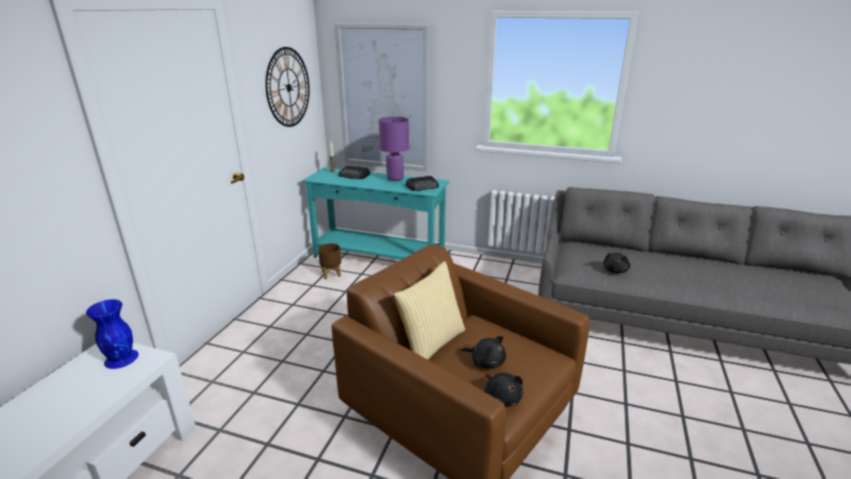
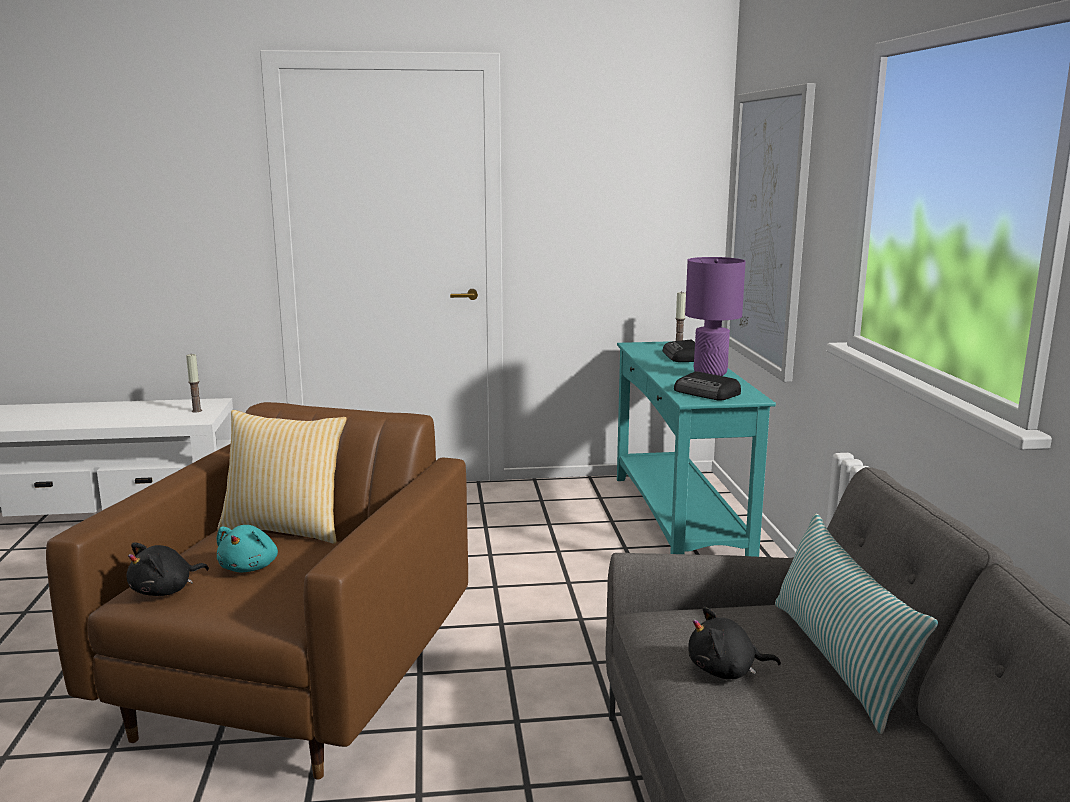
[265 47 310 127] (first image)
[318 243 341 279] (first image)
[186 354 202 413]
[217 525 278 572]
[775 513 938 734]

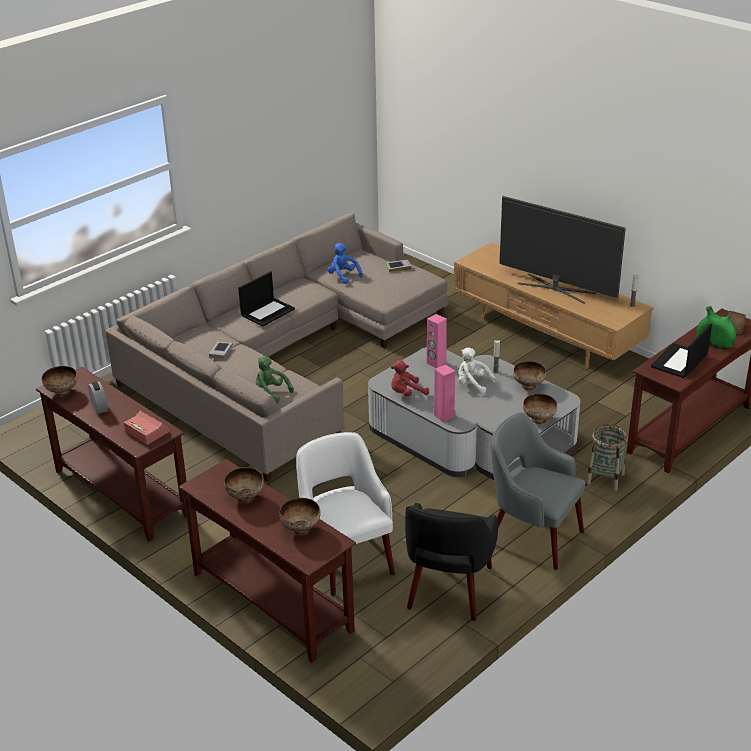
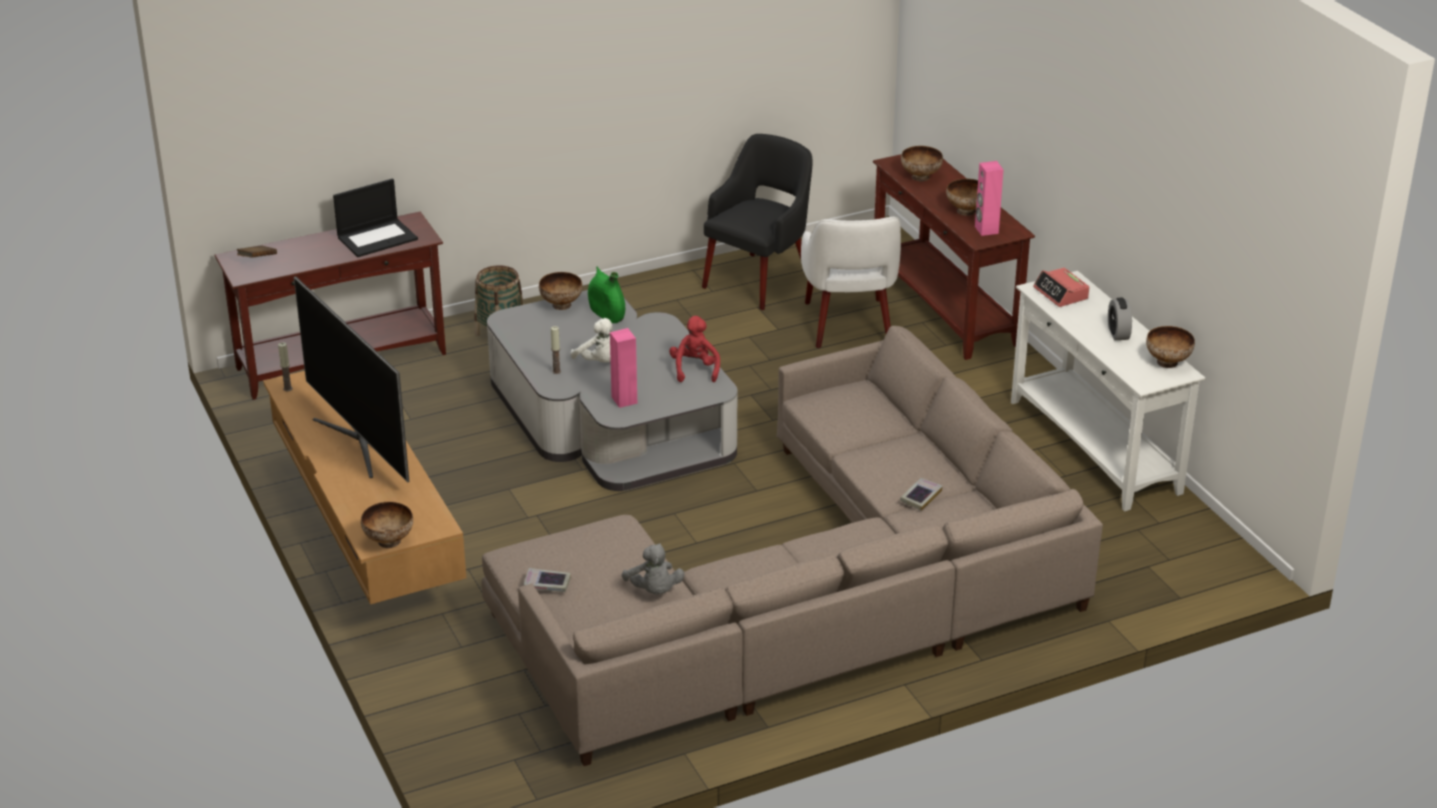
[622 543 685 594]
[238 271 295 326] (first image)
[588 266 625 323]
[256 356 294 403] (first image)
[669 316 720 382]
[361 502 413 548]
[975 161 1004 236]
[1011 271 1205 512]
[491 413 585 570] (first image)

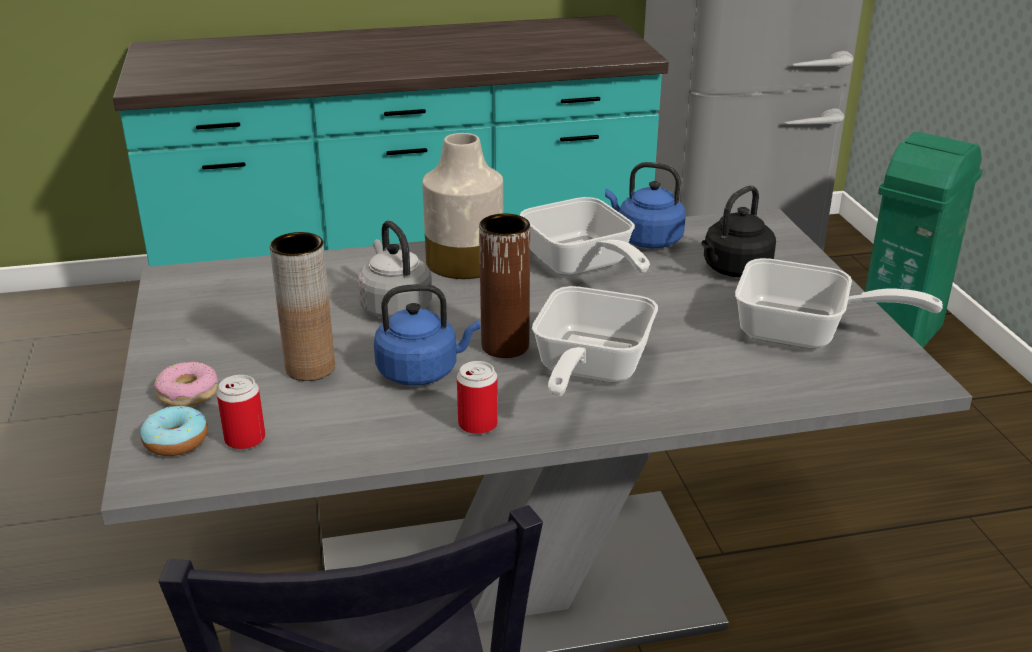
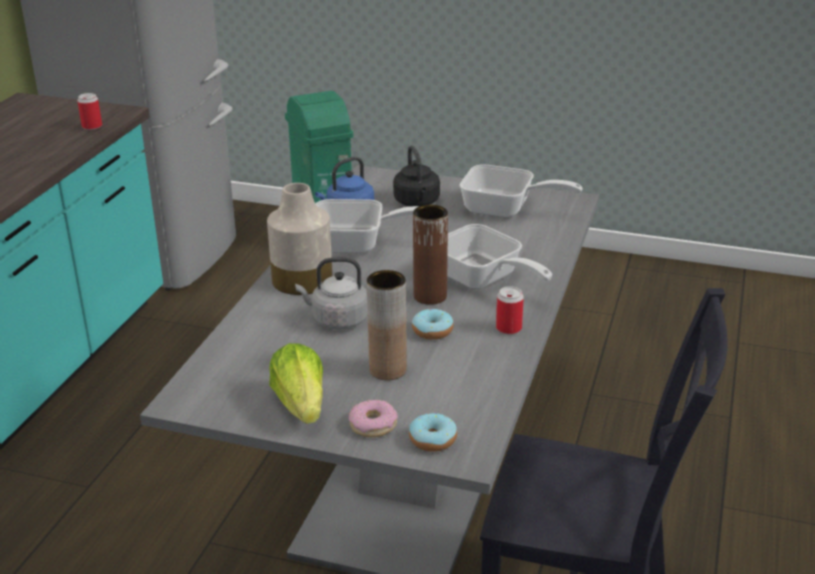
[459 164 583 218]
[412 309 454 340]
[77 93 102 130]
[269 343 323 424]

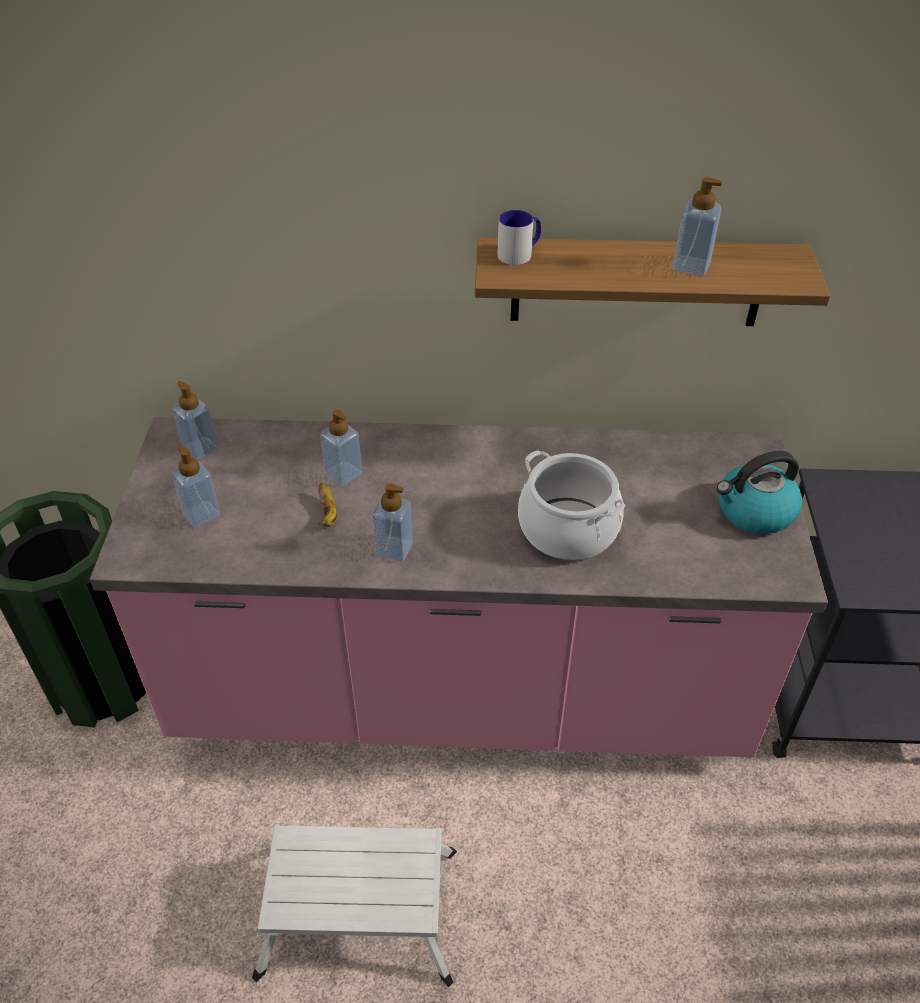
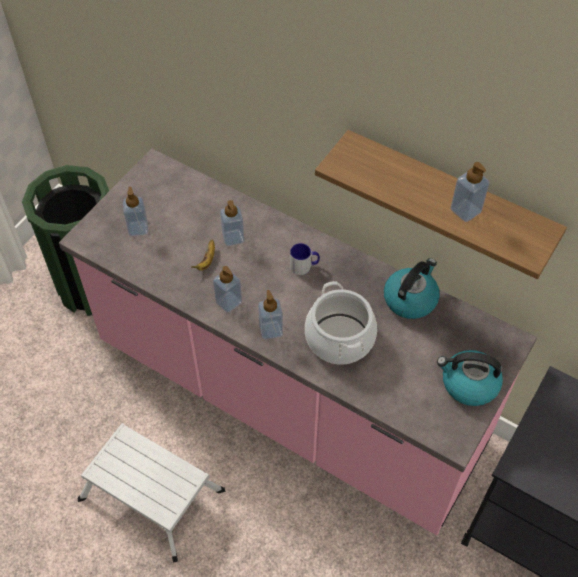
[290 243 320 275]
[258 290 283 340]
[384 258 440 319]

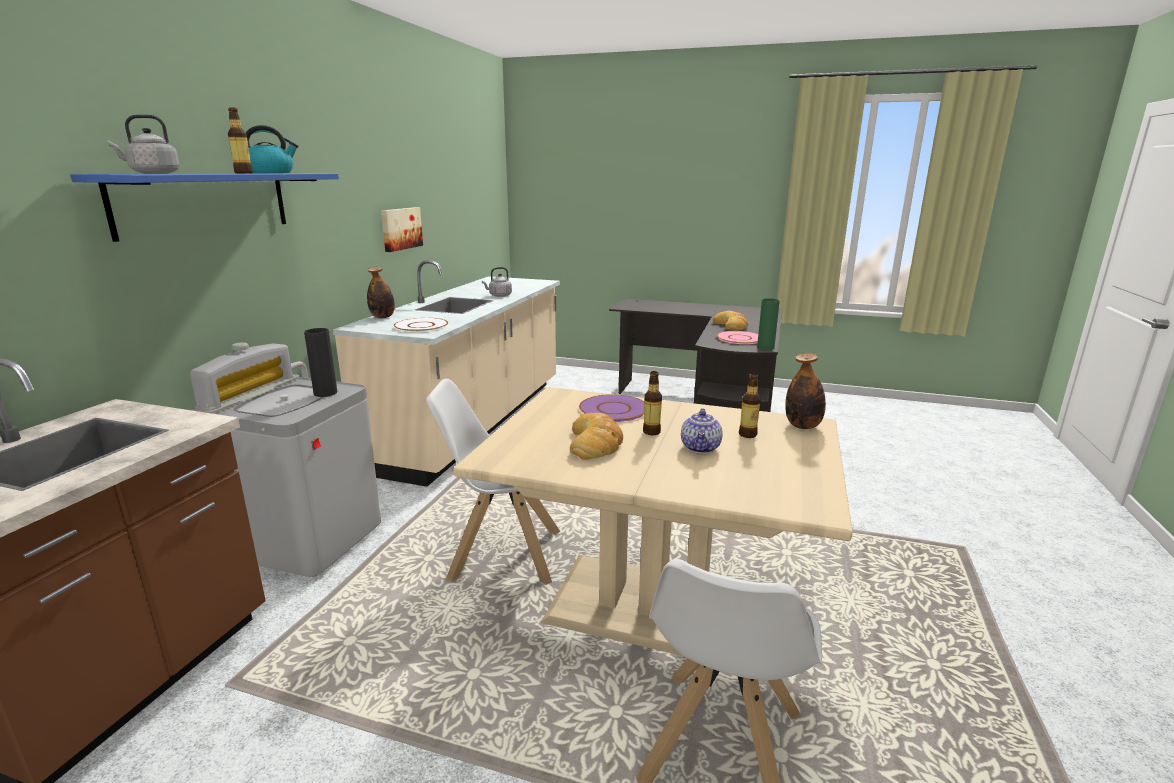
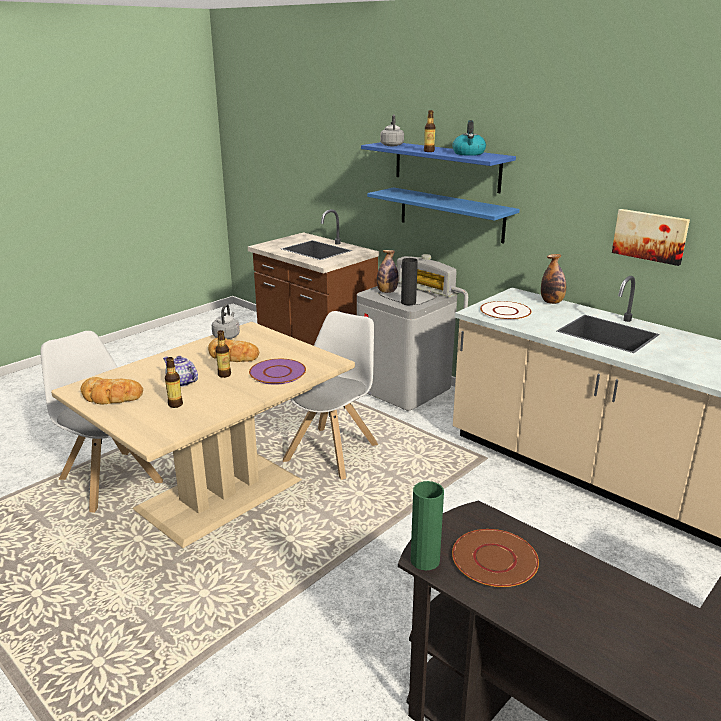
[212 304 240 339]
[81 377 143 405]
[452 529 539 587]
[377 250 399 293]
[367 187 520 244]

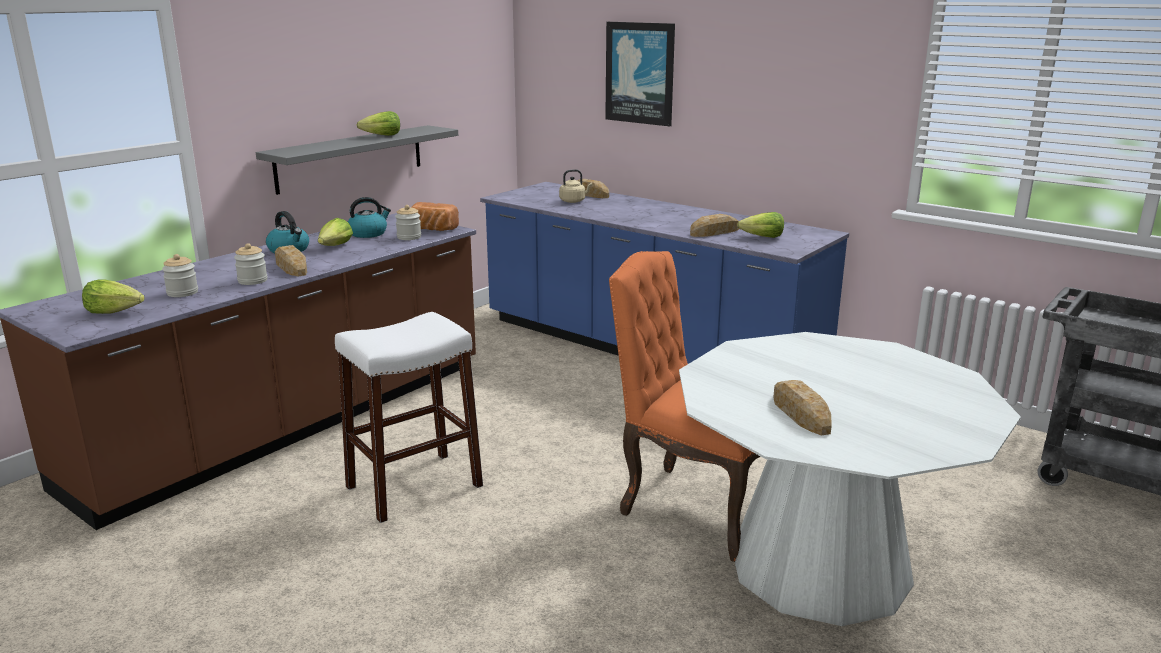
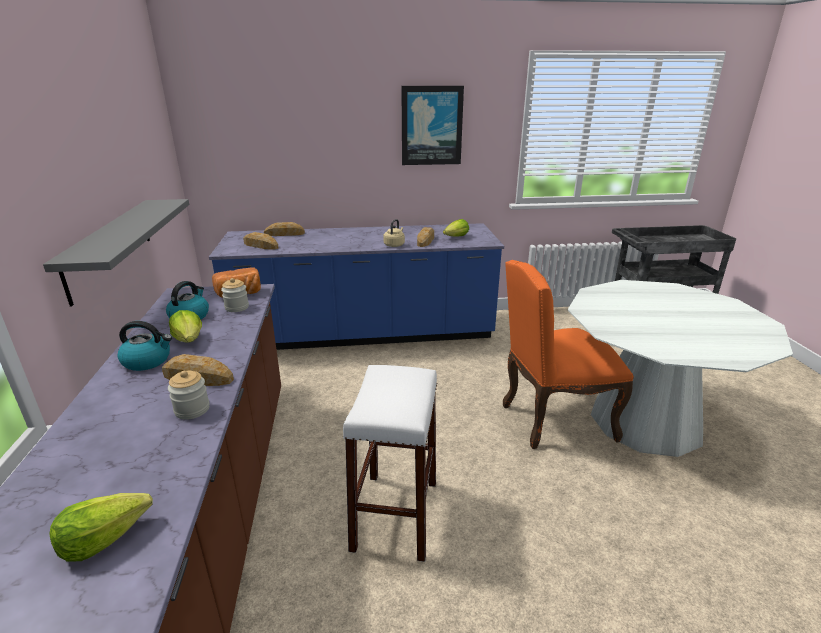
[401 86 464 165]
[357 111 400 136] (first image)
[383 219 405 247]
[162 254 198 297] (first image)
[243 232 278 249]

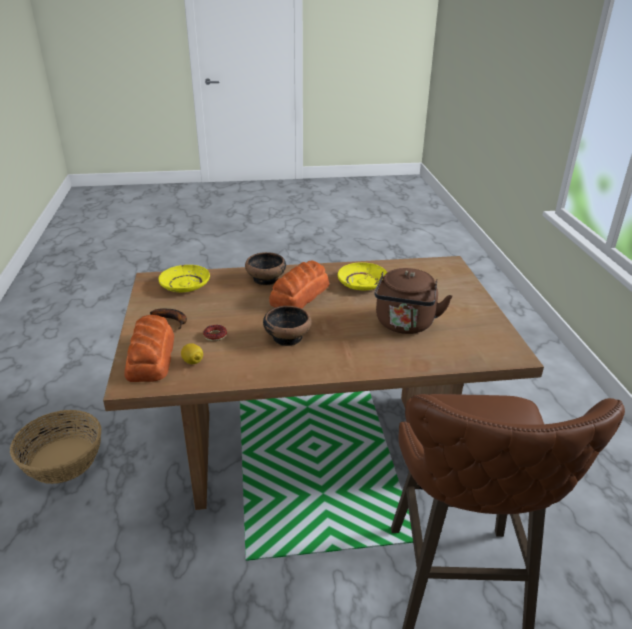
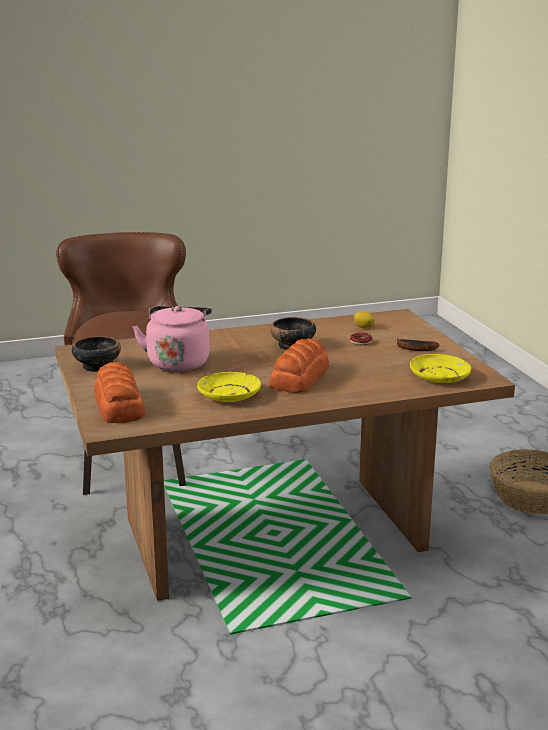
[72 336 121 372]
[133 306 212 372]
[94 362 146 423]

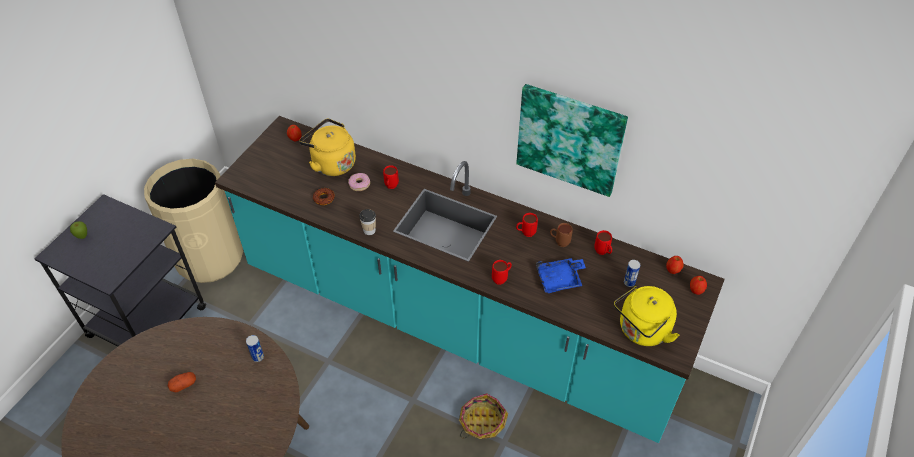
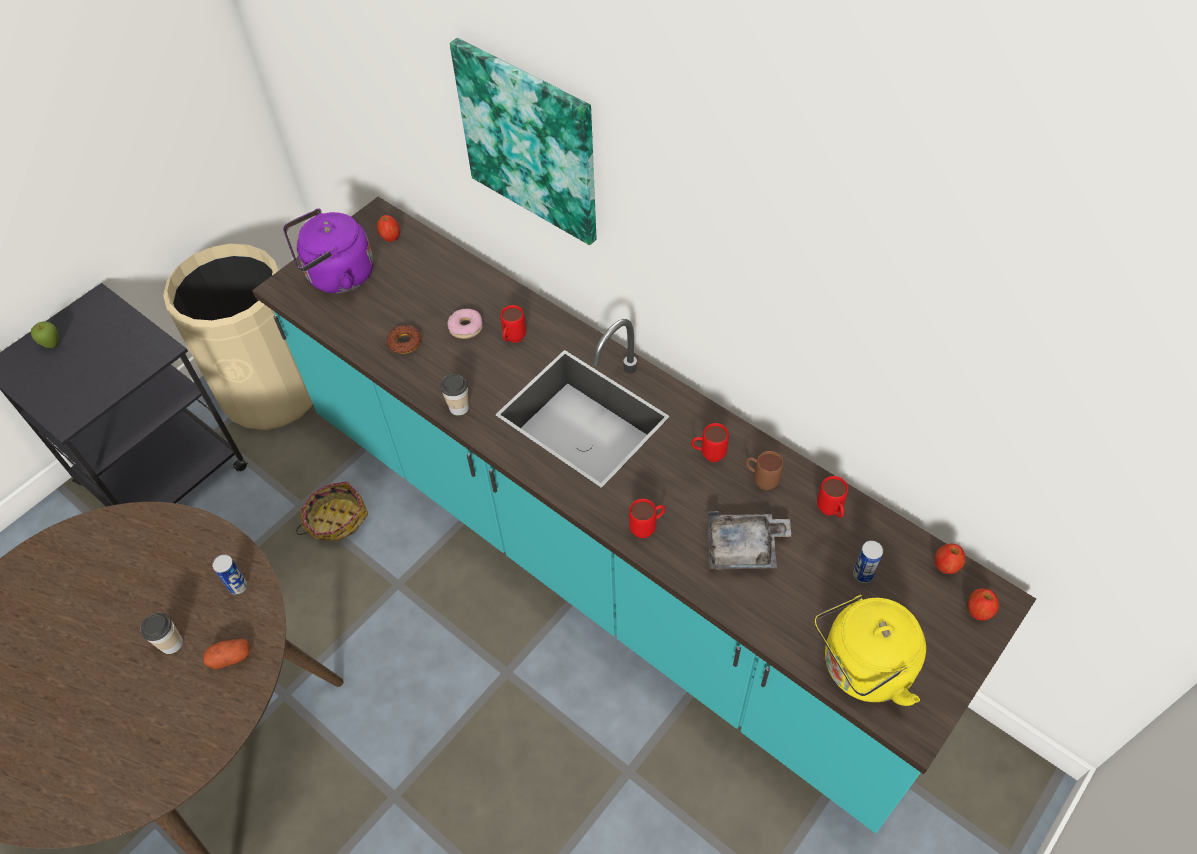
[450 38 596 245]
[299 118 356 176] (first image)
[707 511 792 569]
[203 639 250 669]
[296 481 368 541]
[283 208 373 293]
[140 613 183 654]

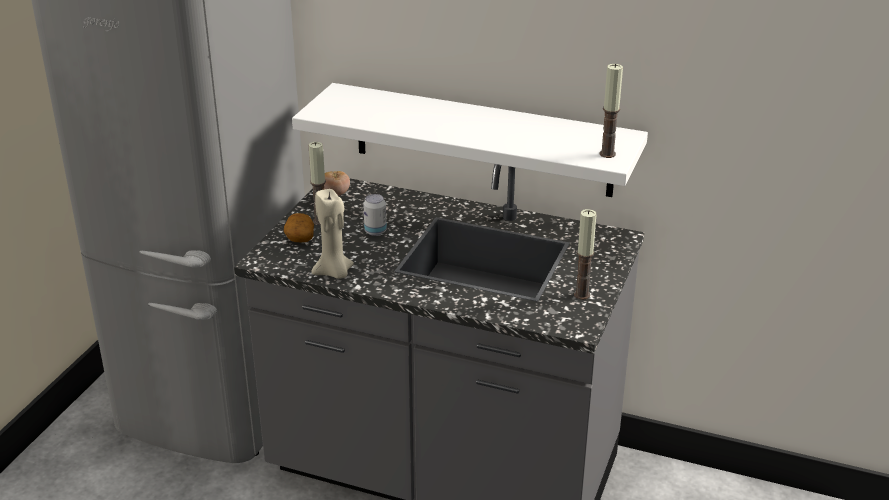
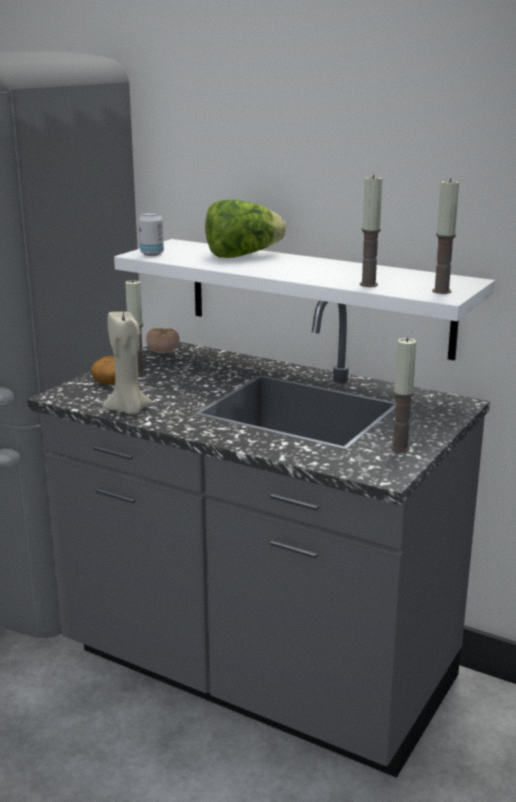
[139 212 164 256]
[360 175 382 287]
[205 200 286 258]

